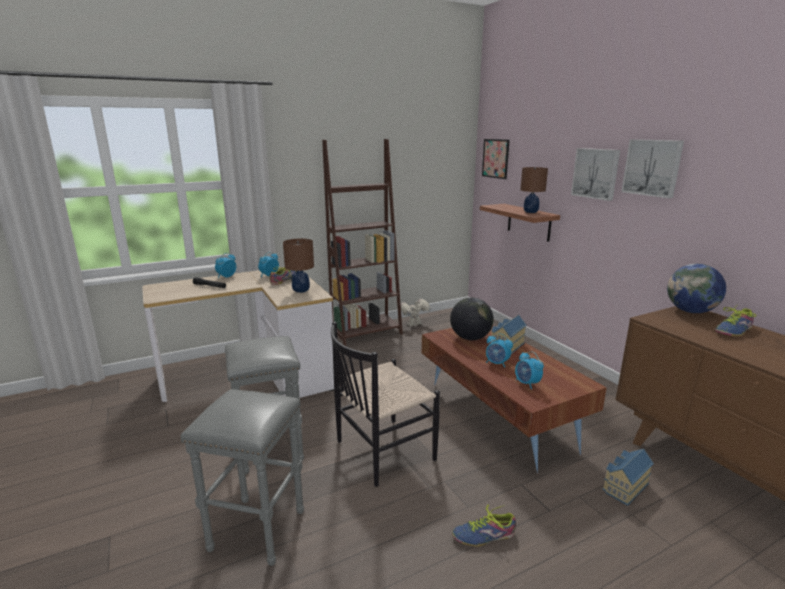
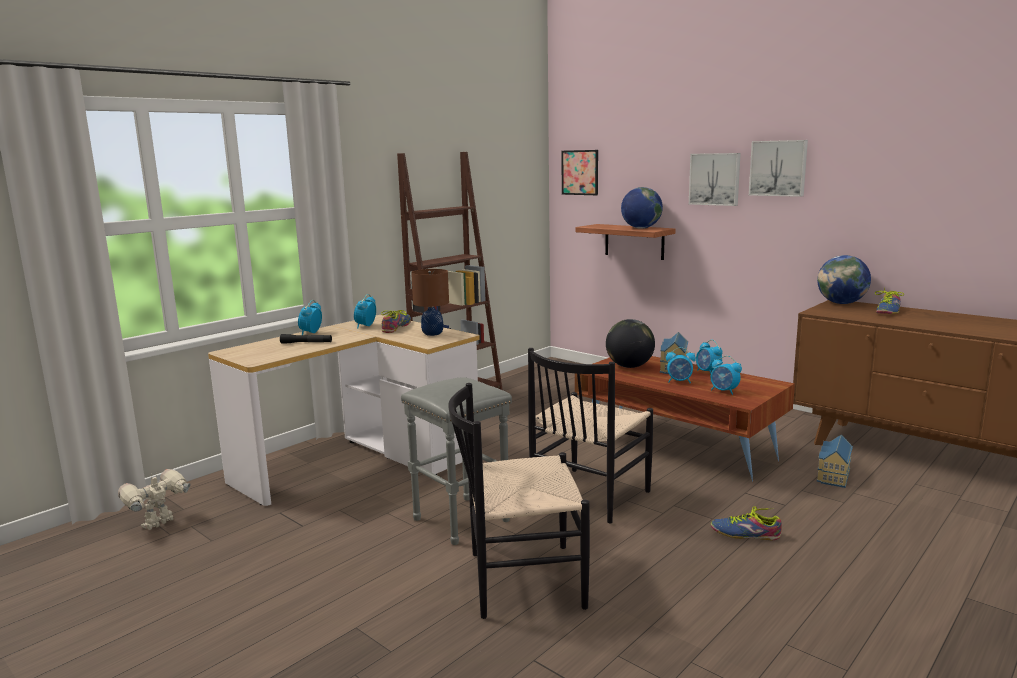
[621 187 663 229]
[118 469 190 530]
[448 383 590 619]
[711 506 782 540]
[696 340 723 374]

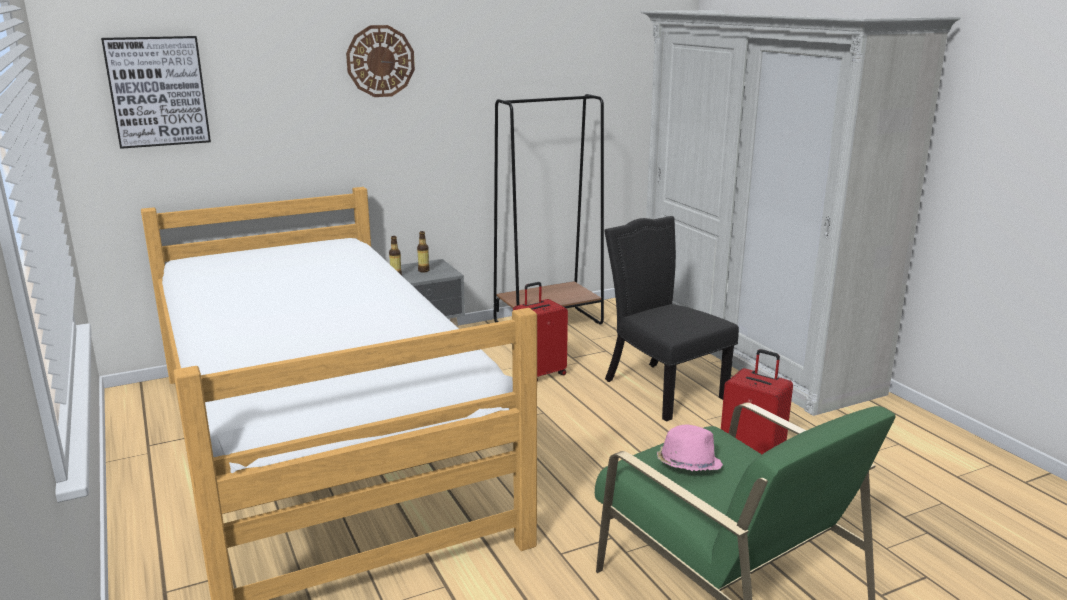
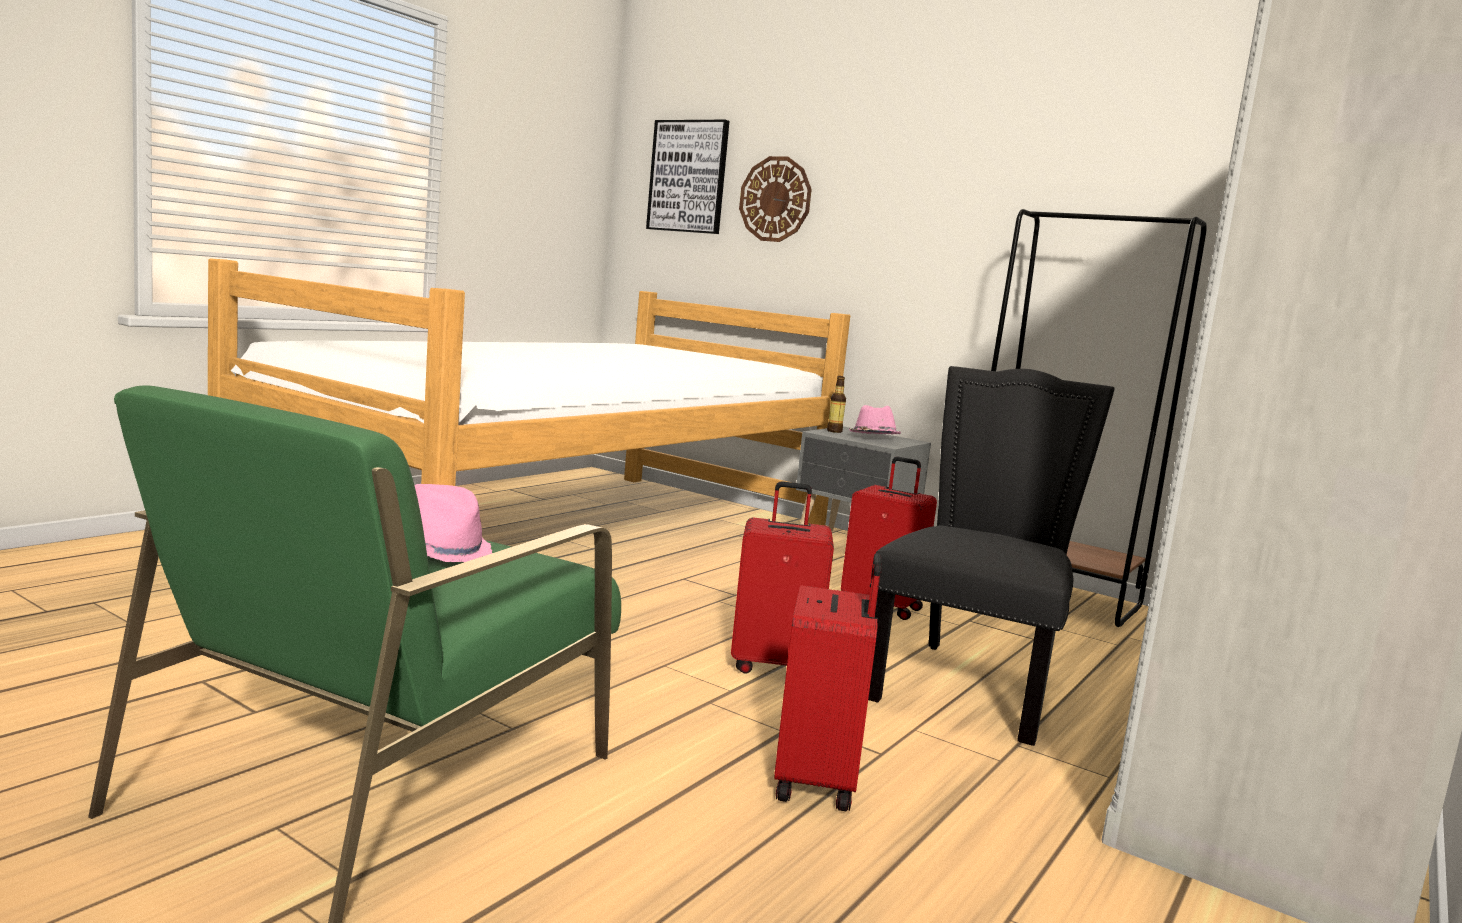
[739 156 812 242]
[849 405 901 435]
[731 481 834 674]

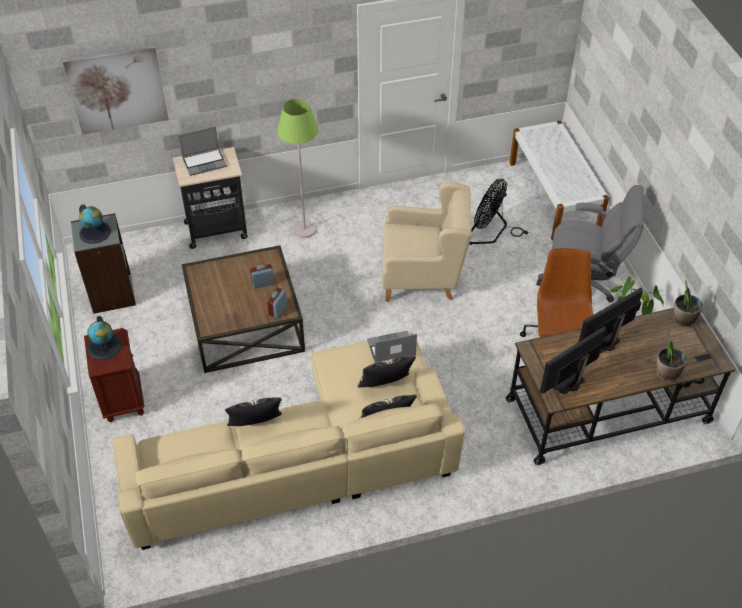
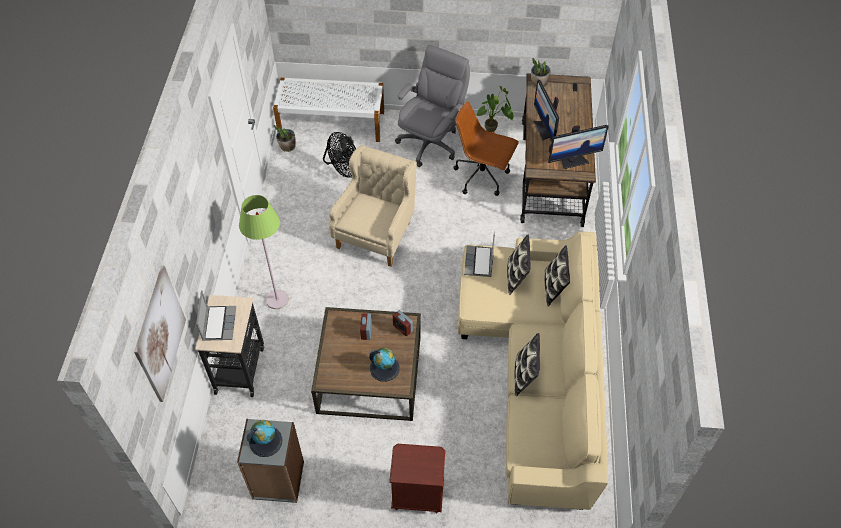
[369 348 400 382]
[548 125 609 169]
[274 125 296 152]

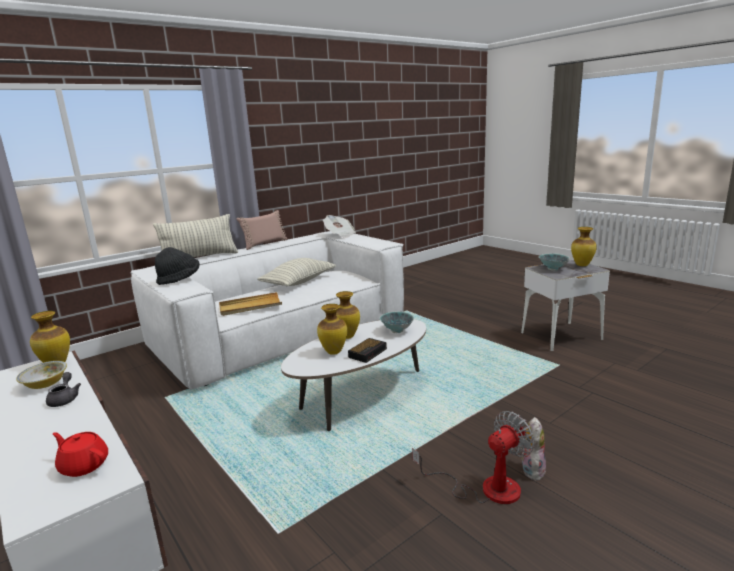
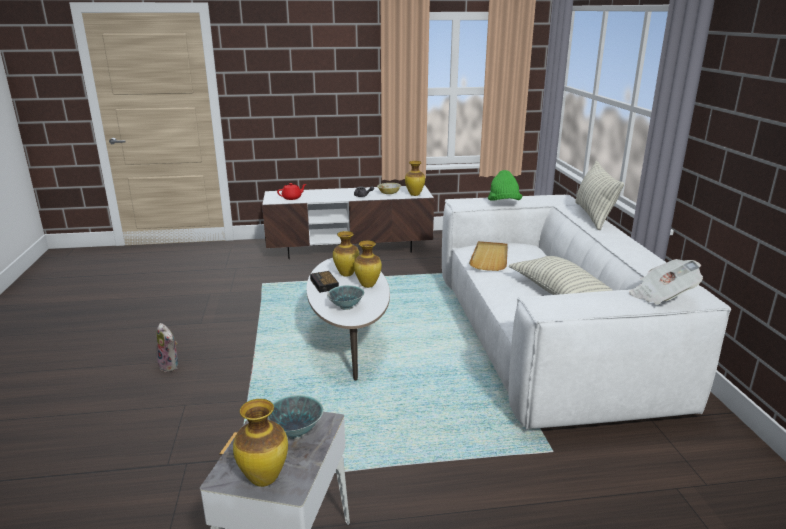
[236 210 287 250] (first image)
[488 170 522 201]
[412 411 535 504] (first image)

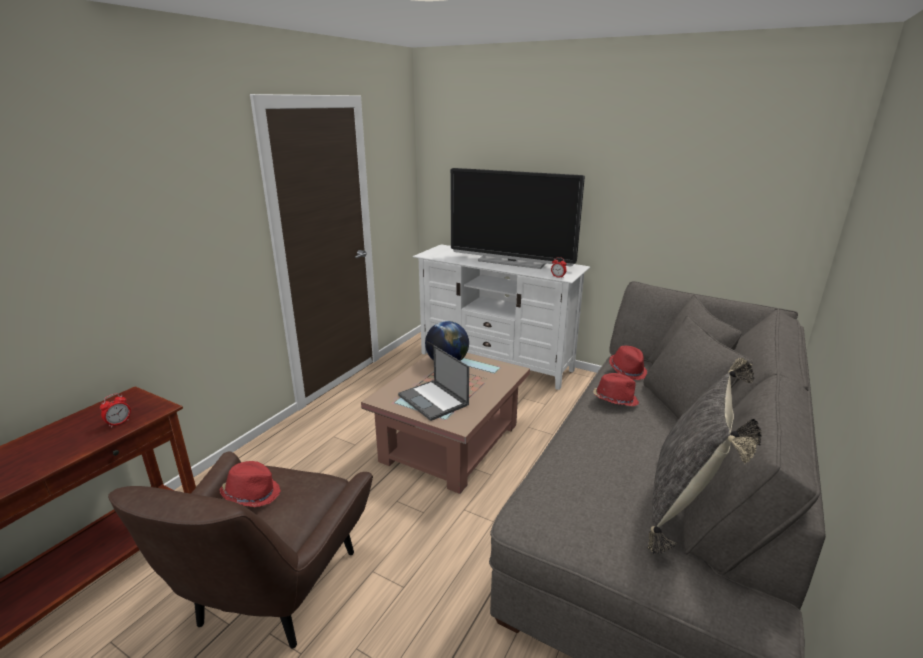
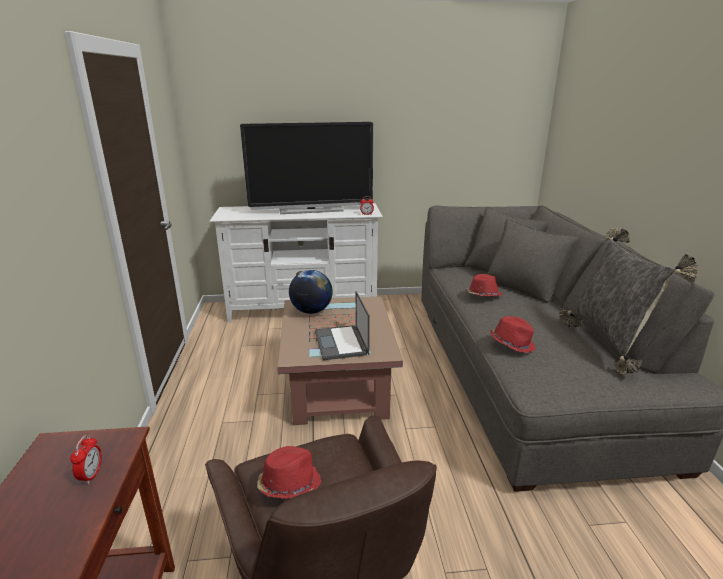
[315 291 370 360]
[490 316 536 353]

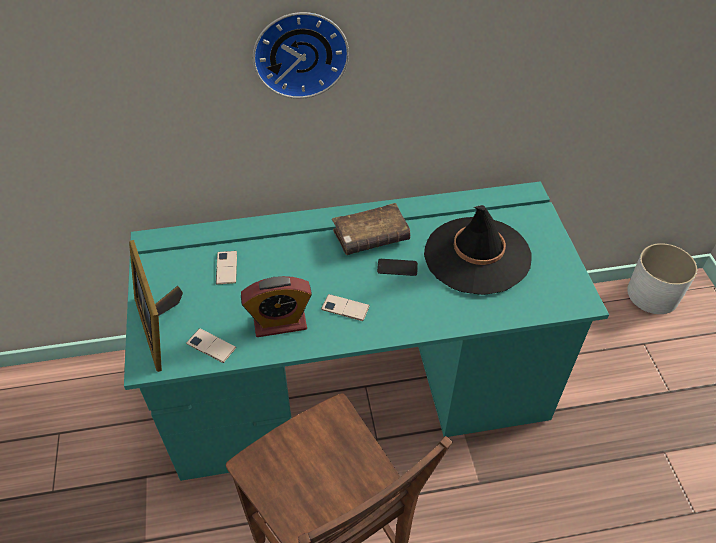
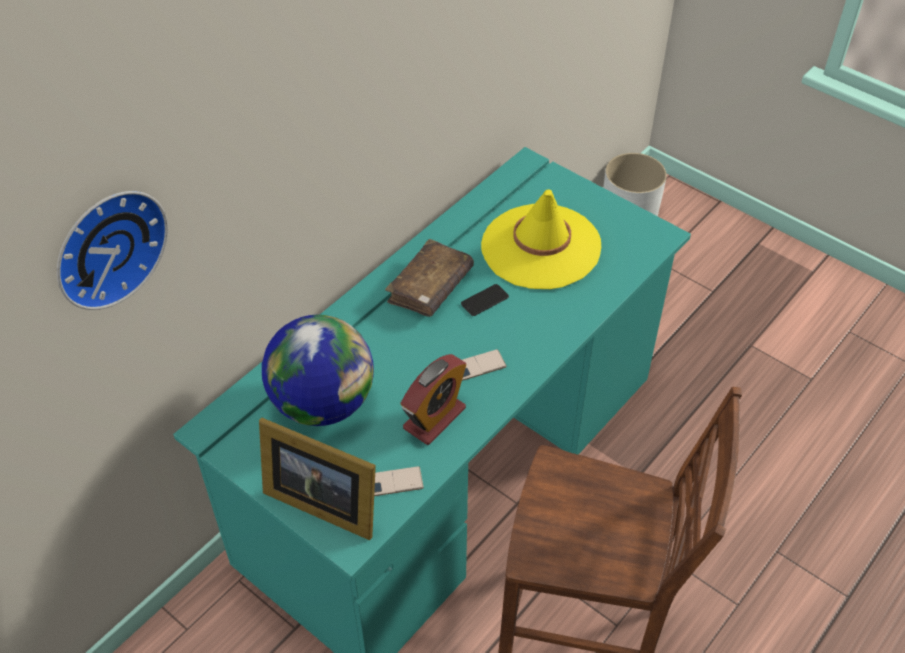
[57 191 168 310]
[481 190 601 289]
[262 315 374 426]

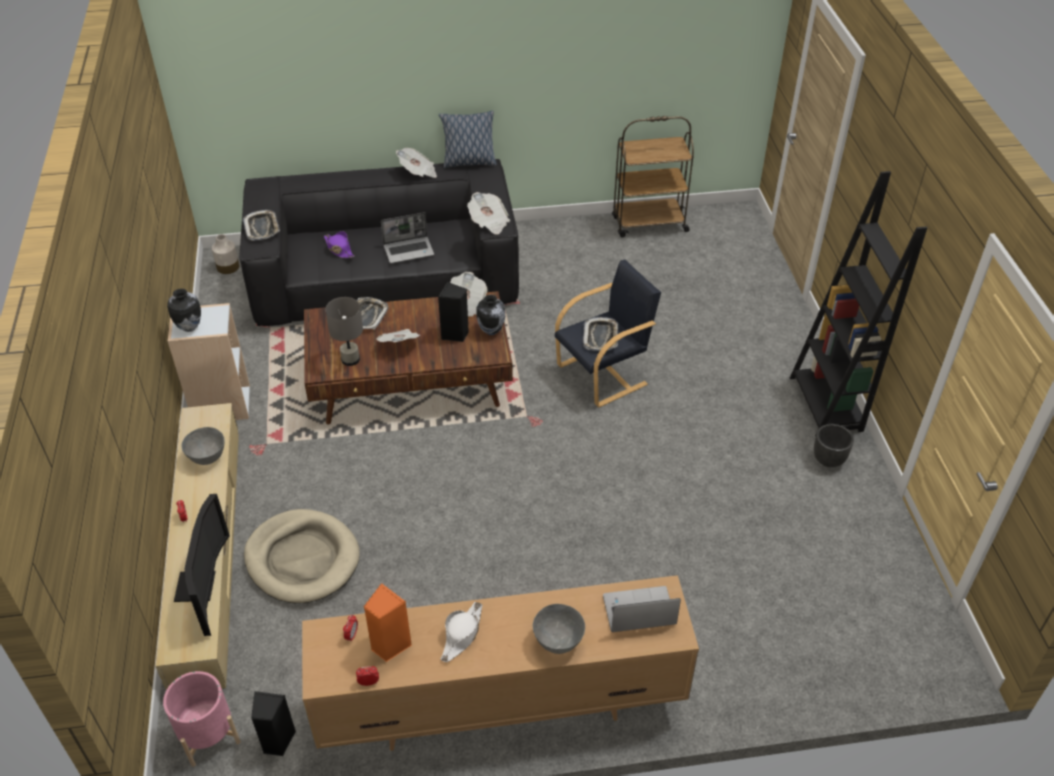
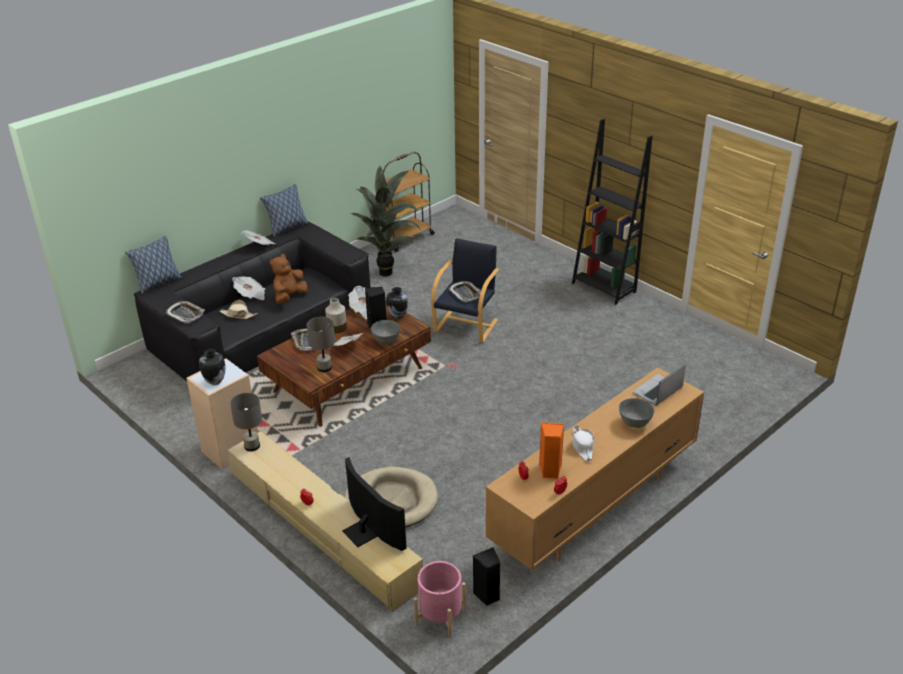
[232 276 265 300]
[270 254 308 304]
[220 300 257 319]
[325 298 347 333]
[814 424 854 467] (first image)
[371 320 400 345]
[350 166 420 276]
[125 236 182 294]
[230 393 262 451]

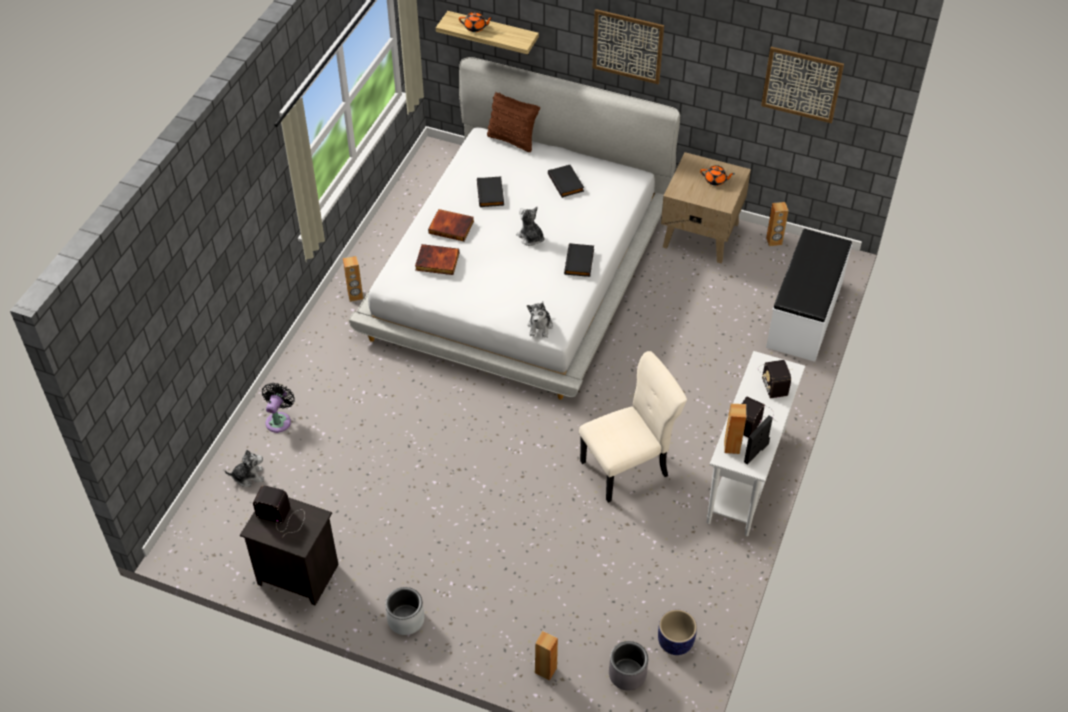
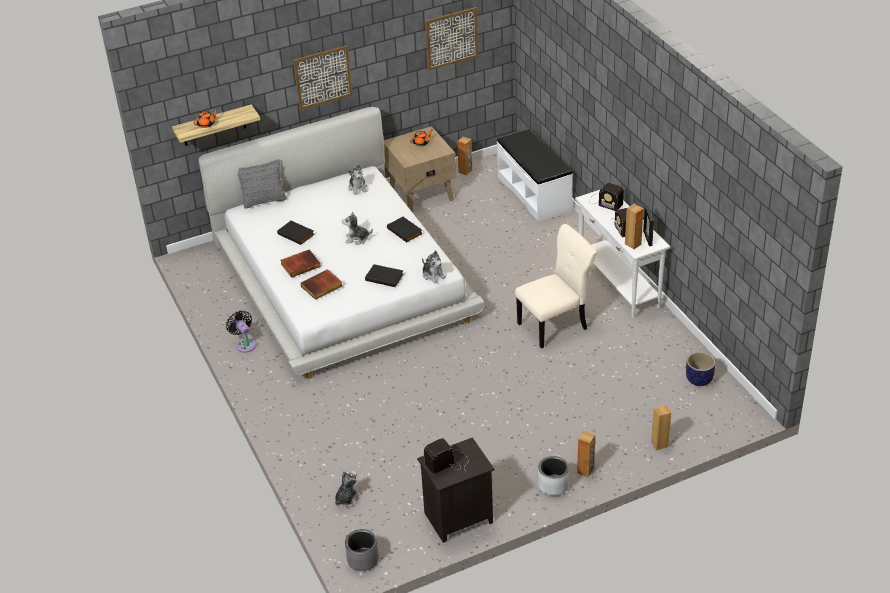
[237 159 287 209]
[365 264 403 287]
[577 431 595 477]
[515 224 597 349]
[226 311 256 353]
[345 529 379 571]
[347 165 367 195]

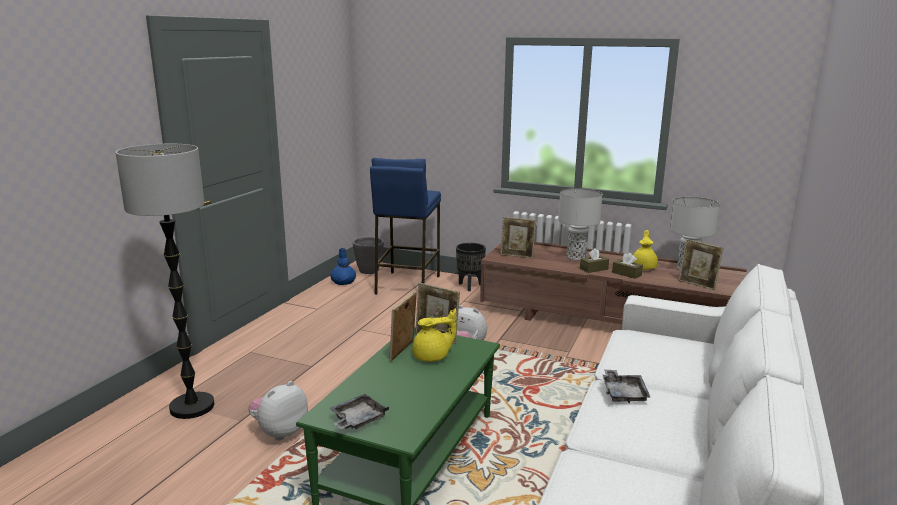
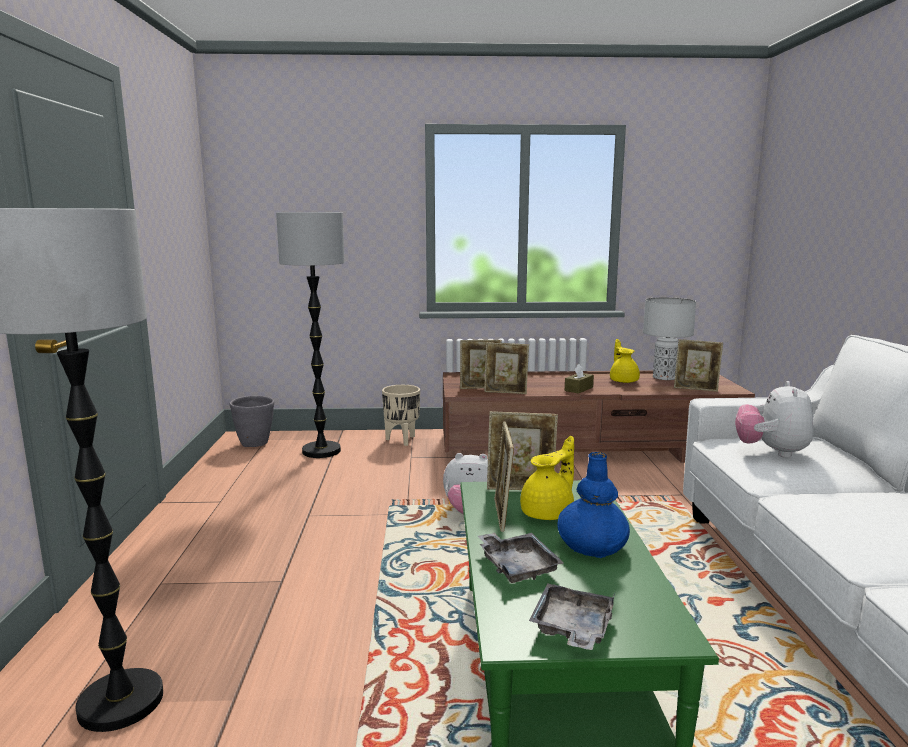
[276 212 345 458]
[558 188 602 260] (first image)
[382 385 420 446]
[558 452 630 558]
[612 253 643 279] (first image)
[478 532 564 583]
[735 381 813 458]
[484 342 529 394]

